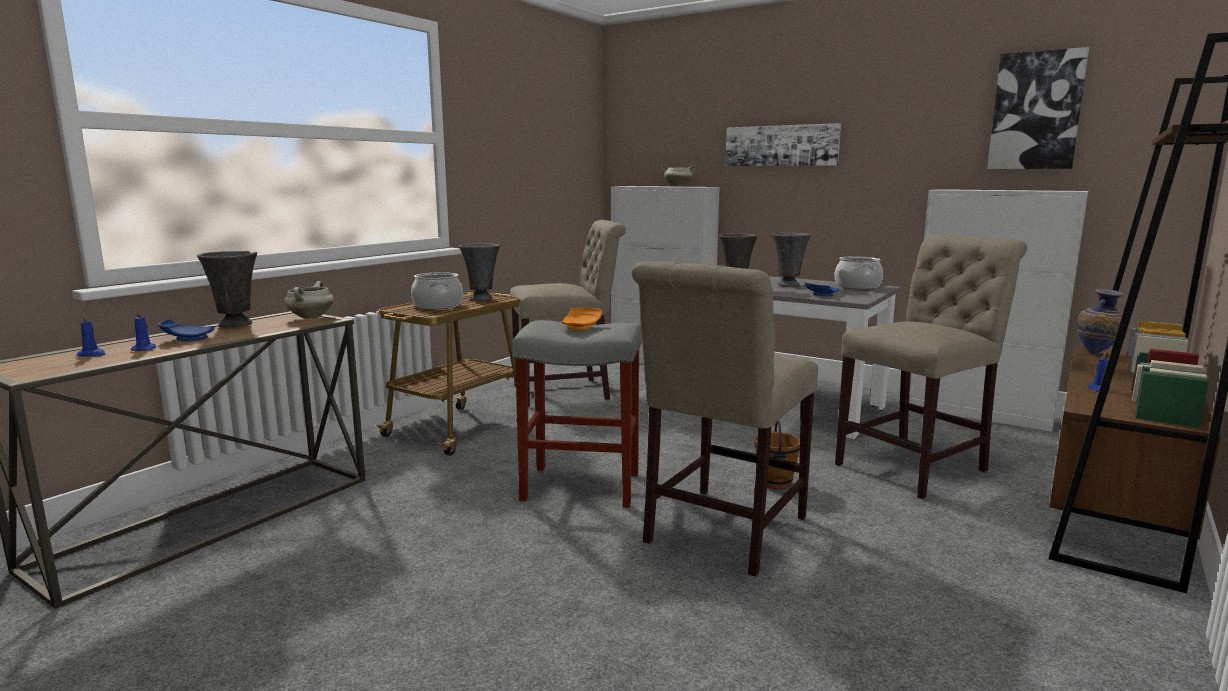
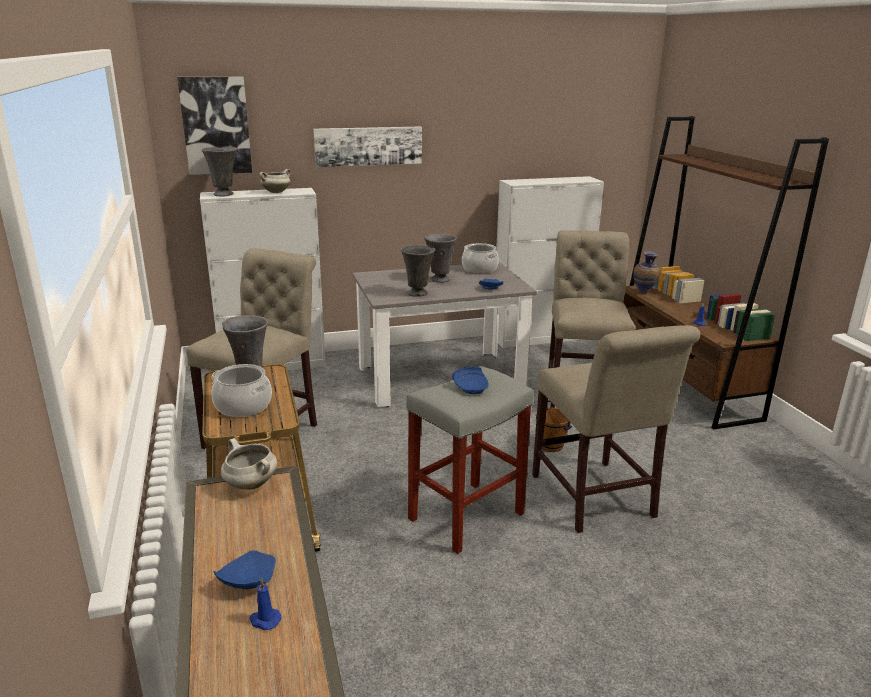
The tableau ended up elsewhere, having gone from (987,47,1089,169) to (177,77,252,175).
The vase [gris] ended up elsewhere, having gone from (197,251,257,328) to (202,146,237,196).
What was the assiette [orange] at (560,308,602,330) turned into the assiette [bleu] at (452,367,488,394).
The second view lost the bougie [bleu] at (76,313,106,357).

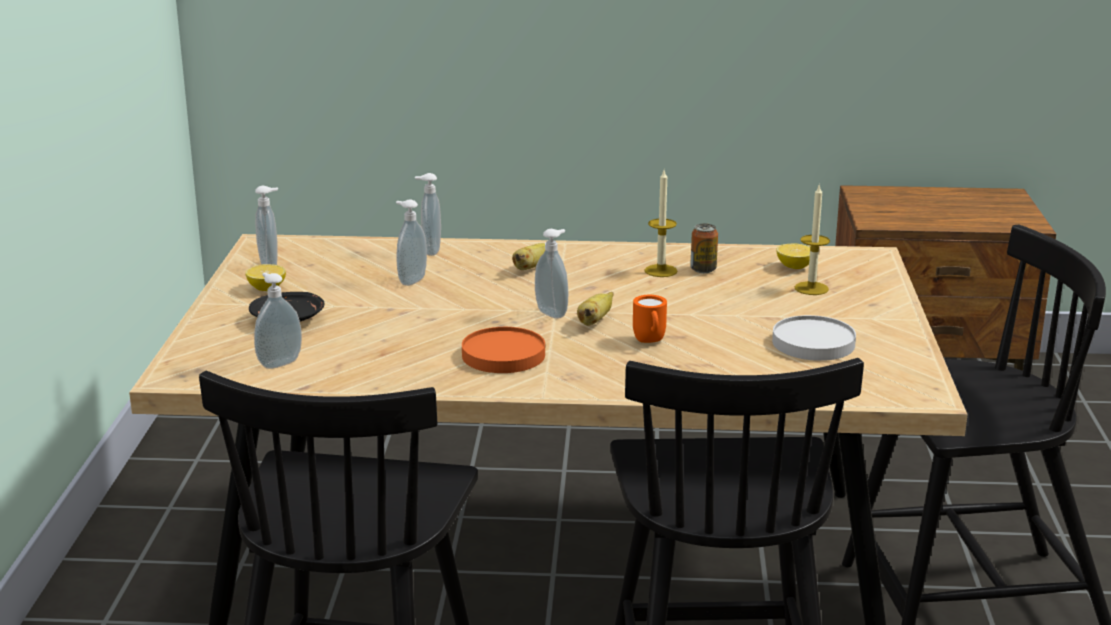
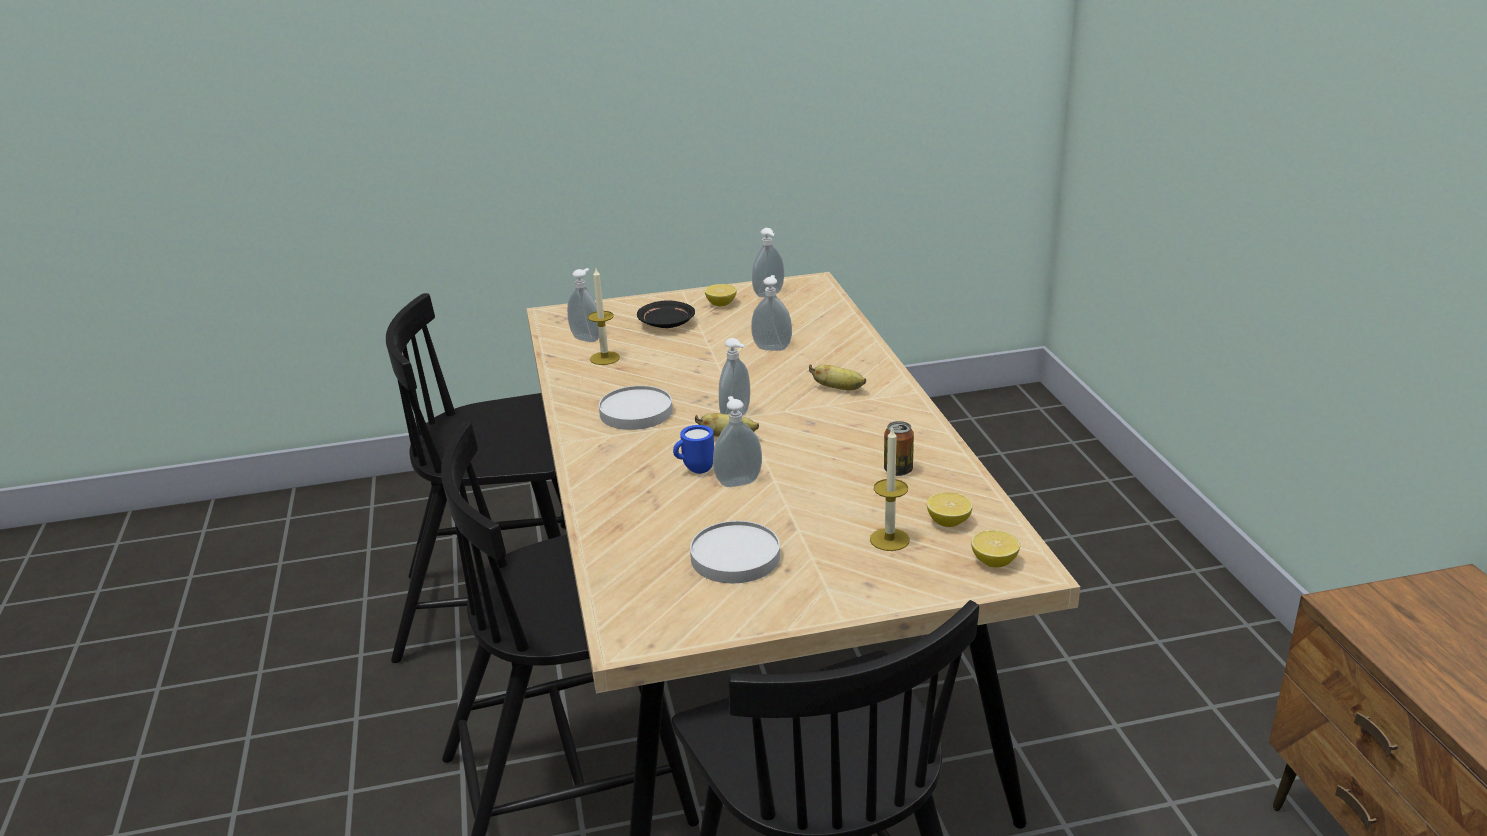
The bougie ended up elsewhere, having gone from (644,170,678,277) to (588,268,620,365).
What was the assiette [orange] at (462,327,545,373) turned into the assiette [blanc] at (599,386,673,430).
What was the mug [orange] at (633,295,667,343) turned into the mug [bleu] at (673,425,714,474).
The distributeur de savon ended up elsewhere, having gone from (415,173,441,256) to (713,396,762,487).
The second view gained the citron at (971,530,1020,568).

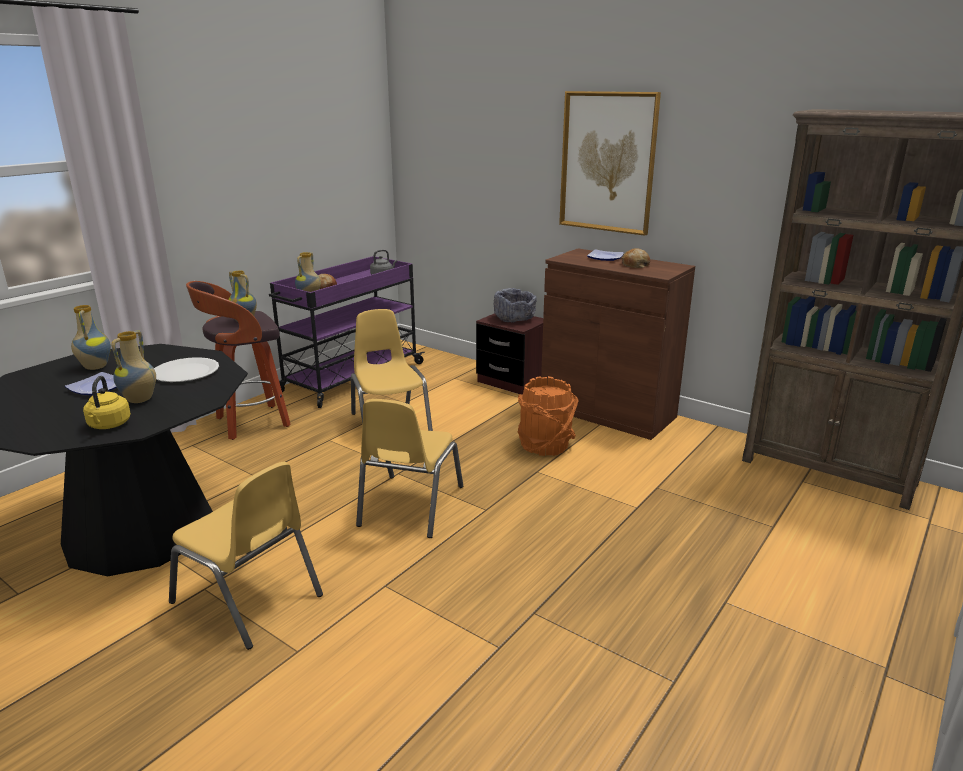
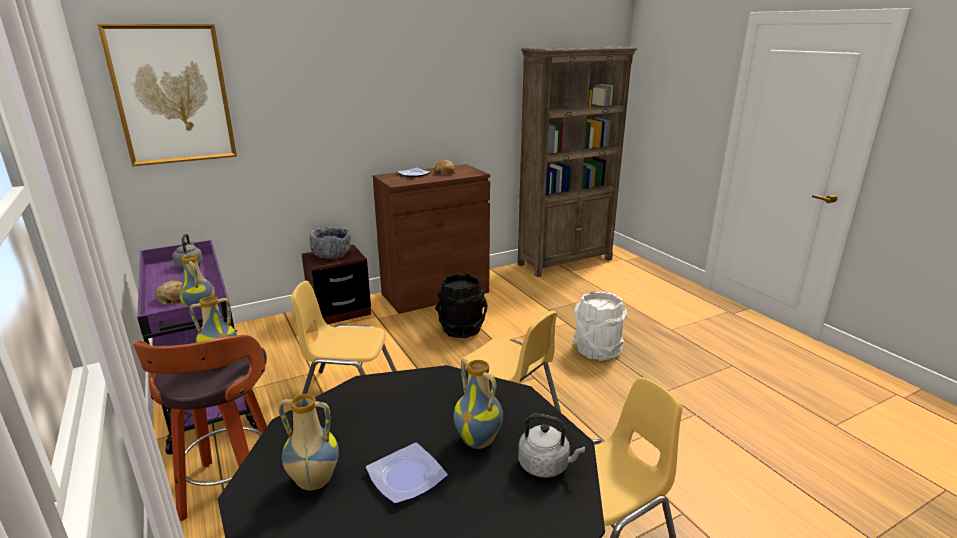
The tableau ended up elsewhere, having gone from (559,91,661,236) to (97,24,237,166).
What was the seau [orange] at (517,376,579,456) turned into the seau [noir] at (435,273,488,338).
What was the bouilloire [jaune] at (83,376,131,429) turned into the bouilloire [gris] at (518,414,585,478).
The second view gained the seau [blanc] at (573,291,627,361).
The second view lost the assiette [blanc] at (154,357,219,382).

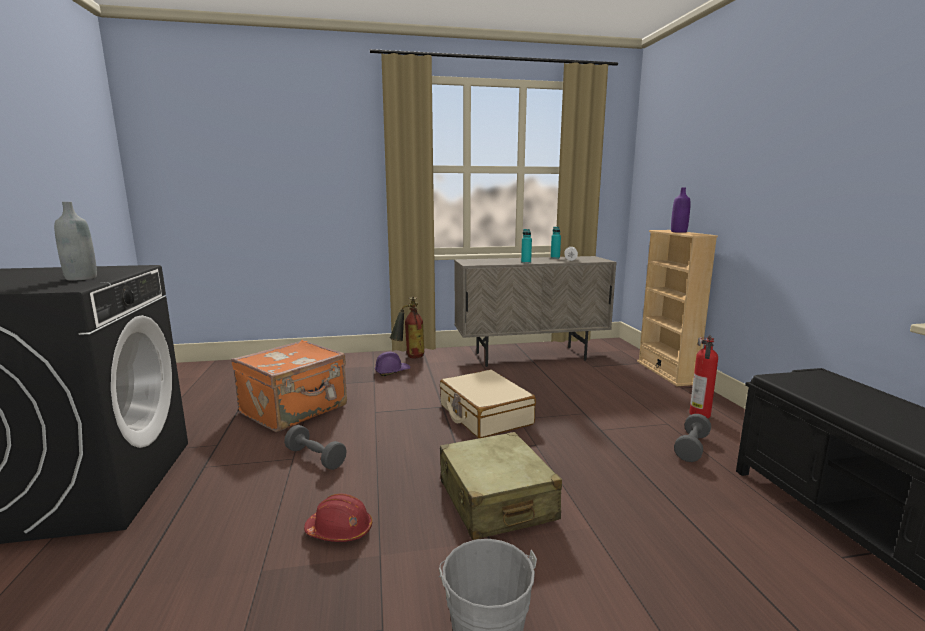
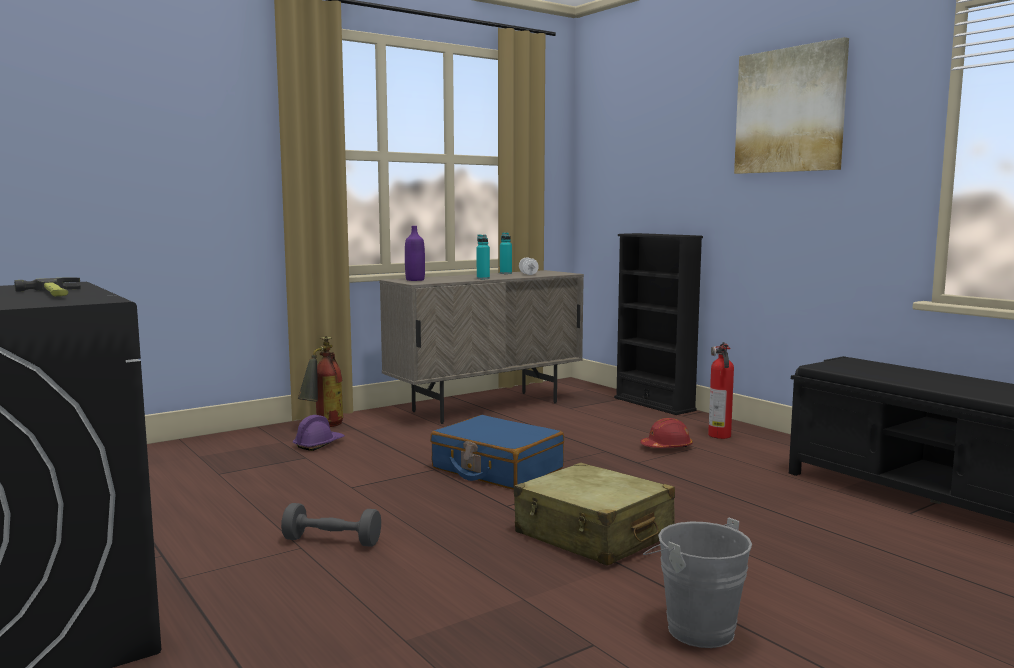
Where the bouteille [gris] stood at (54,202,97,281), the marteau came to stand at (14,277,81,296).
The bouteille [violet] ended up elsewhere, having gone from (671,187,691,233) to (405,226,425,281).
What was the valise [beige] at (440,370,536,438) turned into the valise [bleu] at (430,415,564,490).
What was the bibliothèque [beige] at (637,230,718,386) turned into the bibliothèque [noir] at (614,233,703,415).
The casque de chantier [rouge] ended up elsewhere, having gone from (304,494,372,542) to (640,418,693,448).
The second view gained the tableau at (734,37,849,174).
The second view lost the valise [orange] at (231,340,347,432).
The second view lost the haltère [gris] at (674,414,711,462).

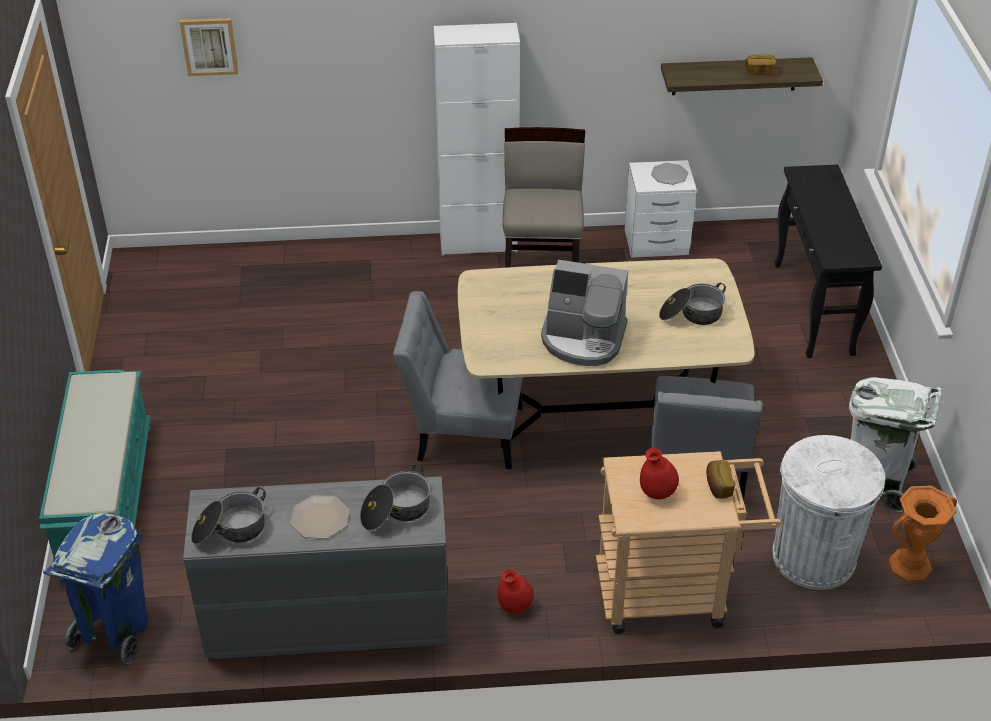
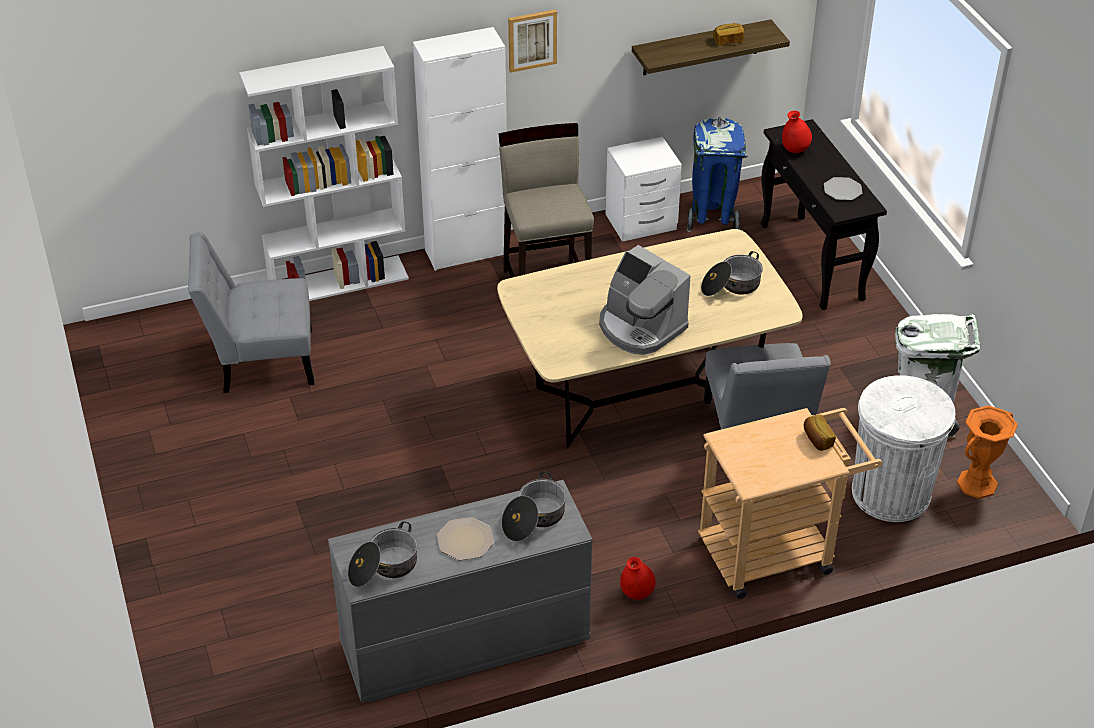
The chaise [gris] ended up elsewhere, having gone from (393,291,523,469) to (188,232,315,393).
The second view gained the bibliothèque [blanc] at (239,46,409,301).
The tableau ended up elsewhere, having gone from (180,18,238,76) to (508,9,557,72).
The machine à café at (541,260,628,366) ended up facing another way, 45 degrees clockwise from before.
The poubelle [bleu] ended up elsewhere, having gone from (43,513,149,665) to (687,117,748,232).
The vase [rouge] ended up elsewhere, having gone from (640,448,679,499) to (782,111,812,153).
The assiette ended up elsewhere, having gone from (651,163,688,185) to (824,177,862,200).
The second view lost the banc [turquoise] at (39,370,151,581).

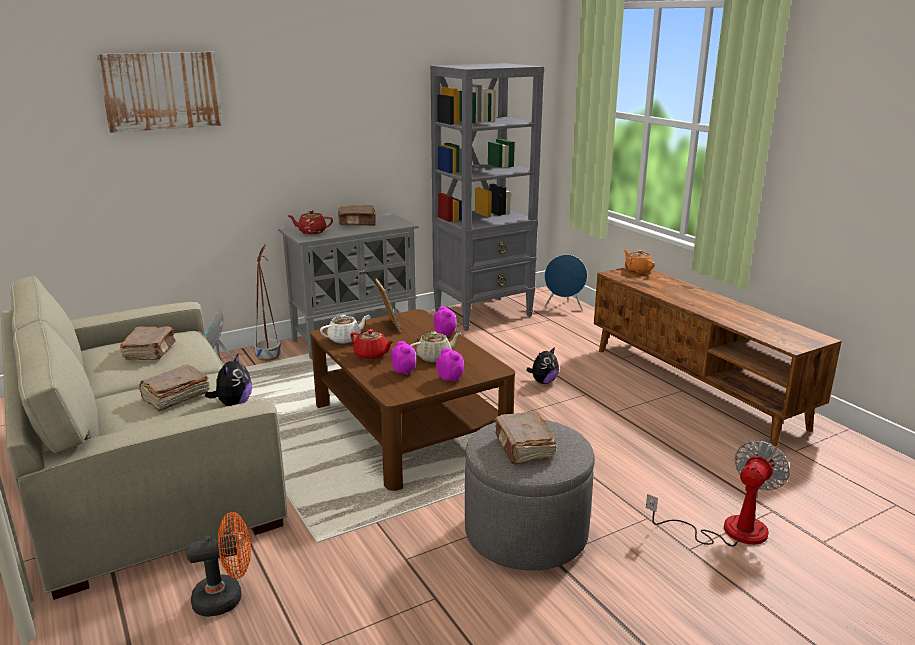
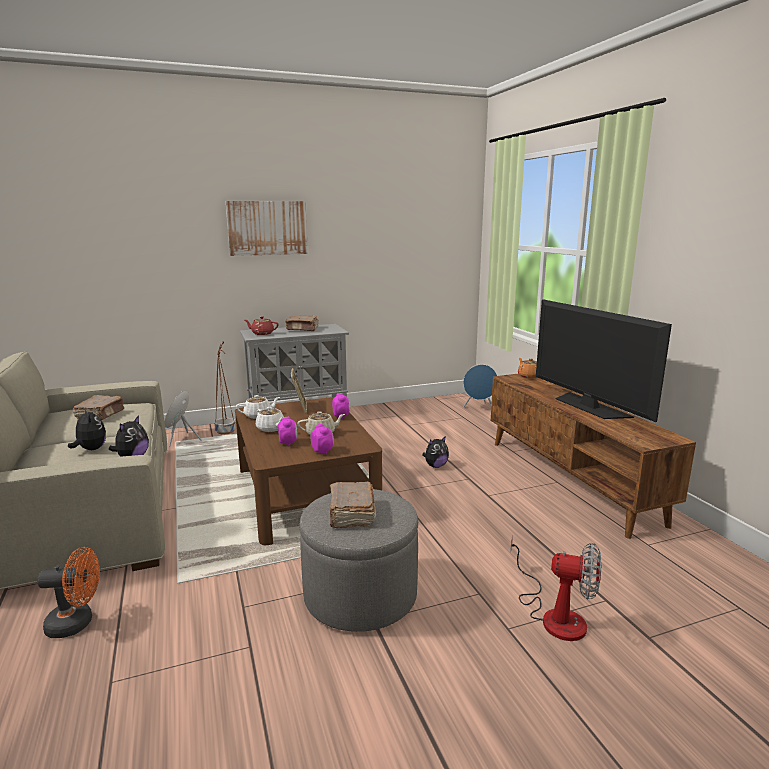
Where the livre [marron] stood at (139,365,210,412), the peluche came to stand at (68,408,106,450).
The tableau ended up elsewhere, having gone from (96,52,223,133) to (226,201,308,256).
What was the théière [rouge] at (350,329,393,360) turned into the théière [blanc] at (256,407,284,432).
The ventilateur at (646,441,790,547) ended up facing another way, 60 degrees clockwise from before.
The second view gained the téléviseur at (536,299,672,422).
The second view lost the bibliothèque [gris] at (430,63,544,331).

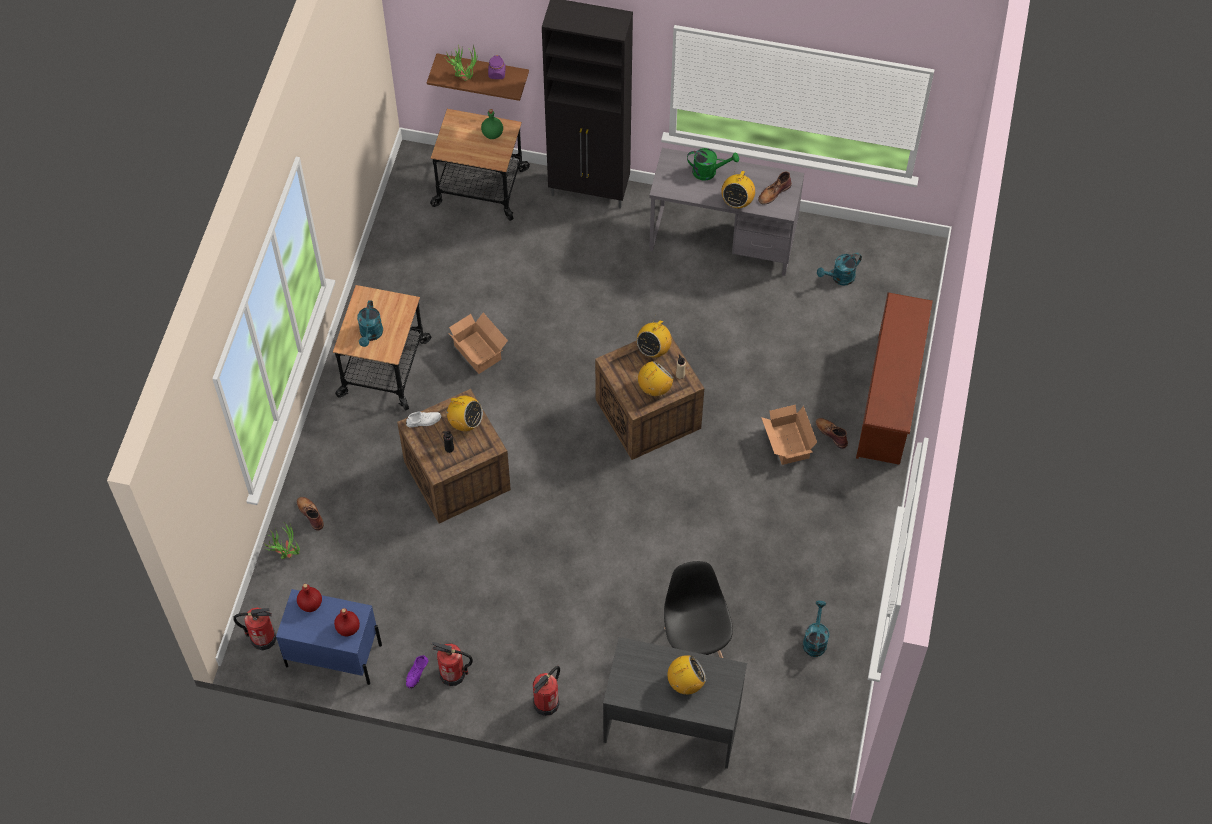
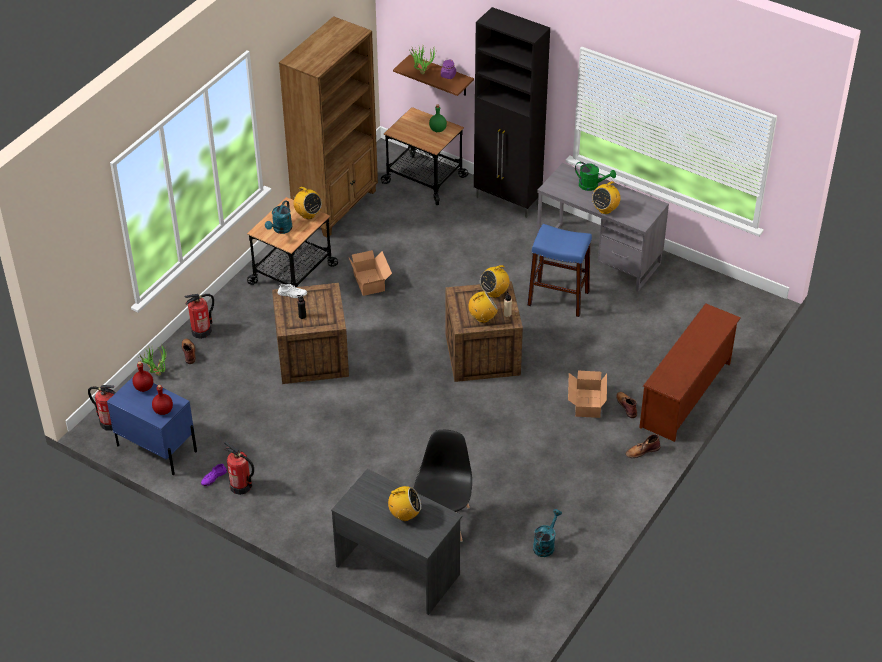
The extincteur ended up elsewhere, having gone from (533,666,560,716) to (184,294,214,339).
The second view gained the bibliothèque [marron] at (279,16,378,237).
The radio ended up elsewhere, having gone from (442,396,483,431) to (294,187,322,219).
The second view gained the tabouret [bleu] at (527,224,592,317).
The botte [marron] ended up elsewhere, having gone from (758,172,792,205) to (626,434,660,458).
The second view lost the arrosoir [turquoise] at (817,253,862,286).

